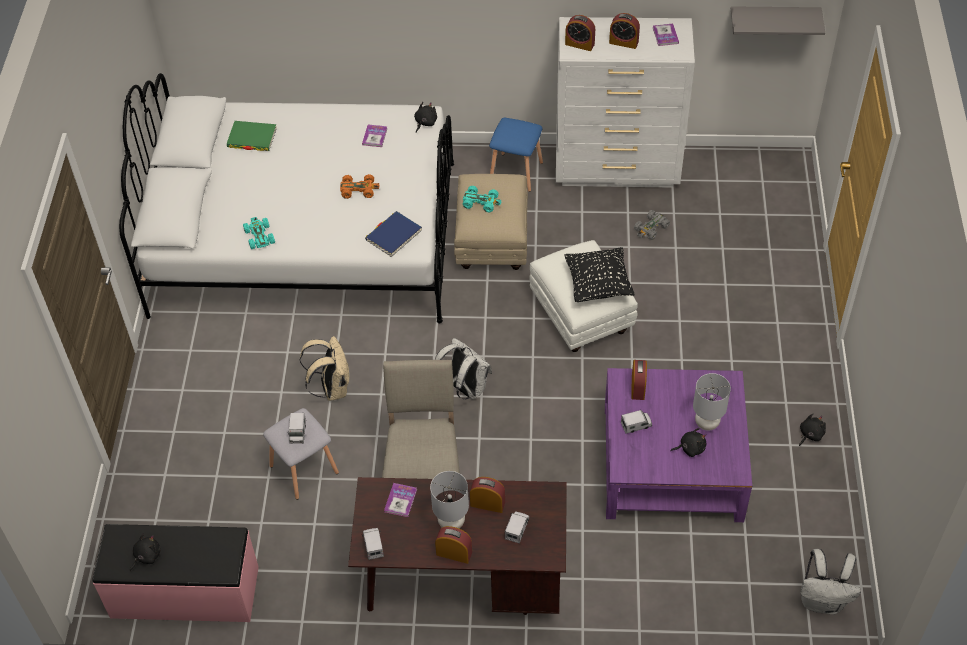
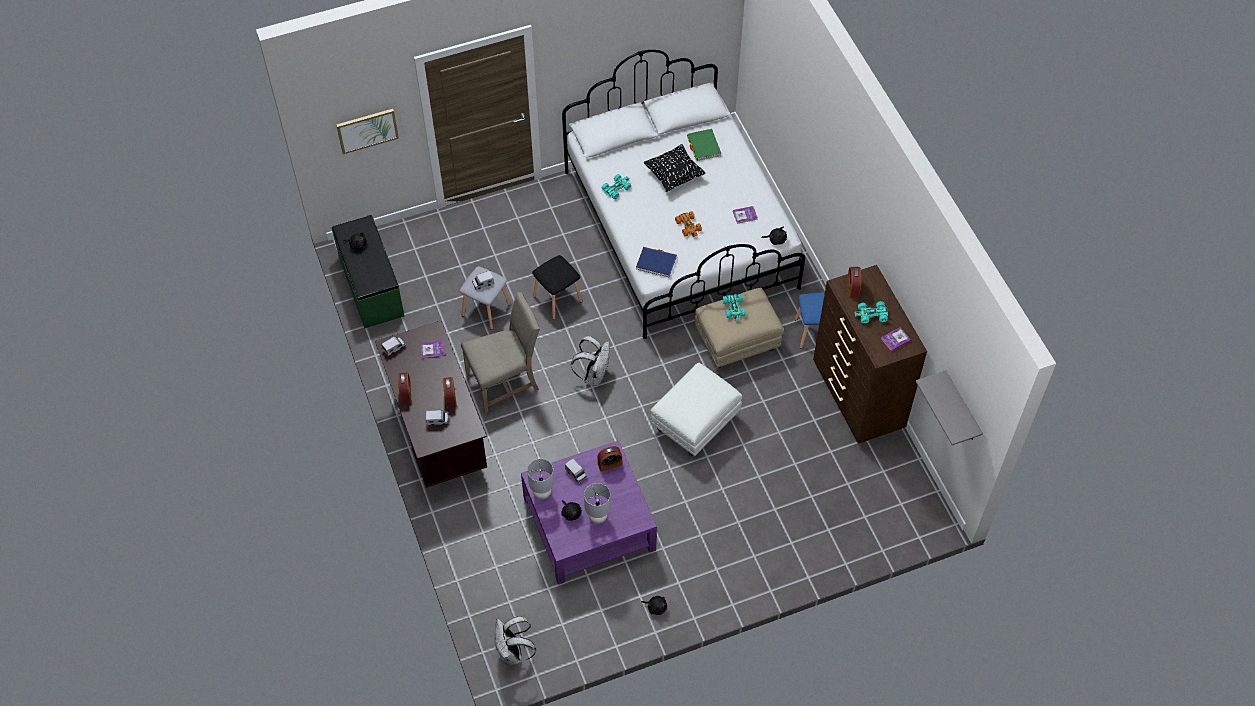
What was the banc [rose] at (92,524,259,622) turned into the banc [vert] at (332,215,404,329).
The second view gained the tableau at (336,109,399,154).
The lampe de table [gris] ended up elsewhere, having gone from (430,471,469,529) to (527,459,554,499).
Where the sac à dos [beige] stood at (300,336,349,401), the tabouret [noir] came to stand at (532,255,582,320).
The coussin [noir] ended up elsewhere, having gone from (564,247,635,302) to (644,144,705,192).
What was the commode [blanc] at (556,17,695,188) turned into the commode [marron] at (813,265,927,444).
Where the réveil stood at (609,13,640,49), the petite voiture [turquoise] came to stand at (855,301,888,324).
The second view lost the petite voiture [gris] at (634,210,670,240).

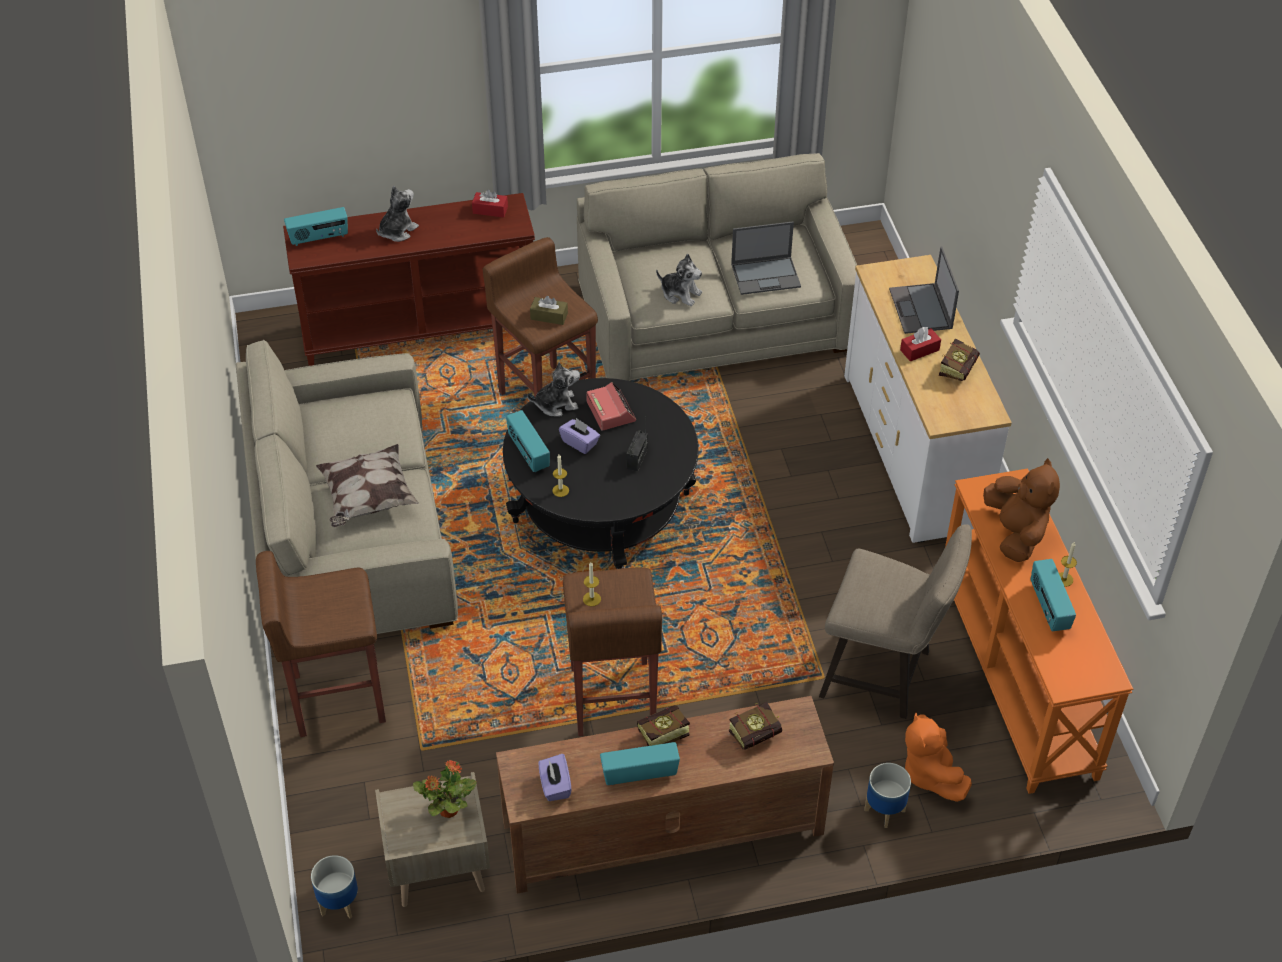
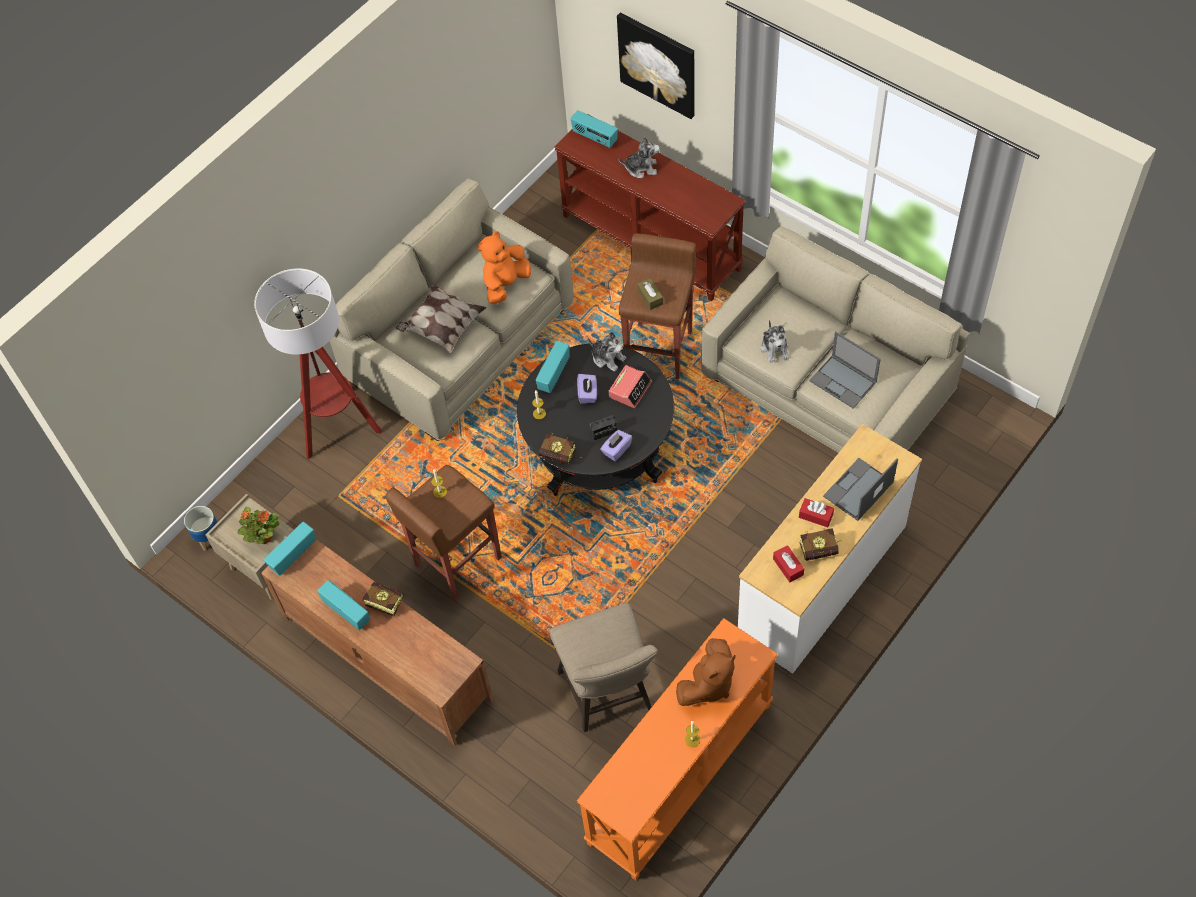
Where the tabouret [marron] stood at (256,551,386,737), the lampadaire came to stand at (254,268,382,459).
The radio ended up elsewhere, having gone from (1031,559,1076,631) to (264,522,316,575).
The peluche [orange] ended up elsewhere, having gone from (905,712,972,802) to (478,231,531,304).
The livre ended up elsewhere, having gone from (729,701,782,750) to (539,433,582,464).
The boîte à mouchoirs [violet] ended up elsewhere, having gone from (539,754,571,801) to (600,430,633,461).
The second view gained the tableau at (617,13,694,119).
The boîte à mouchoirs [rouge] ended up elsewhere, having gone from (472,189,508,217) to (773,545,804,583).
The second view lost the cache-pot at (865,763,911,828).

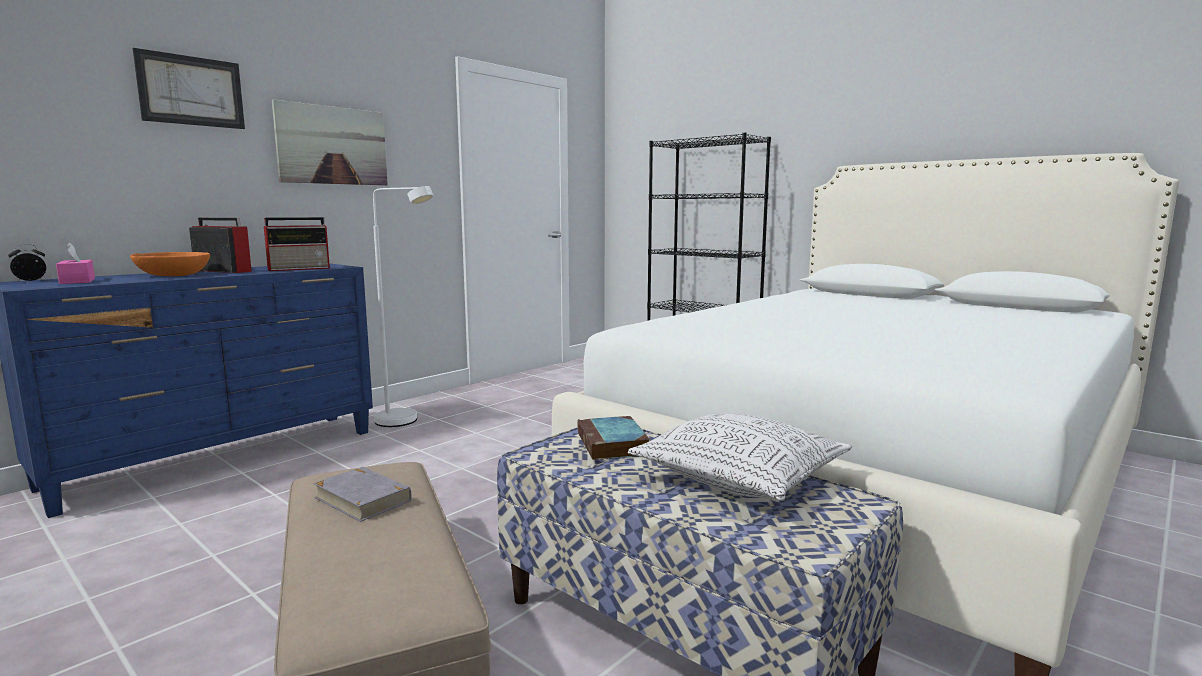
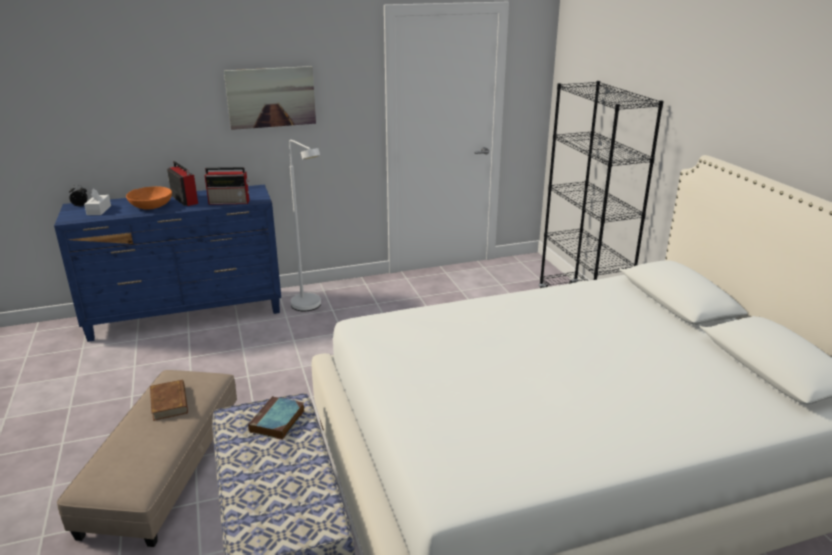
What was the boîte à mouchoirs [rose] at (56,242,95,284) turned into the boîte à mouchoirs [blanc] at (84,188,111,215).
What was the livre [gris] at (313,467,411,522) turned into the livre [marron] at (150,379,188,421).
The second view lost the tableau at (133,48,245,129).
The second view lost the coussin at (628,413,852,501).

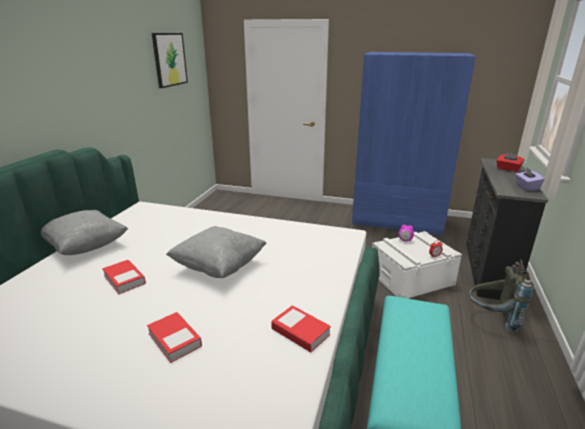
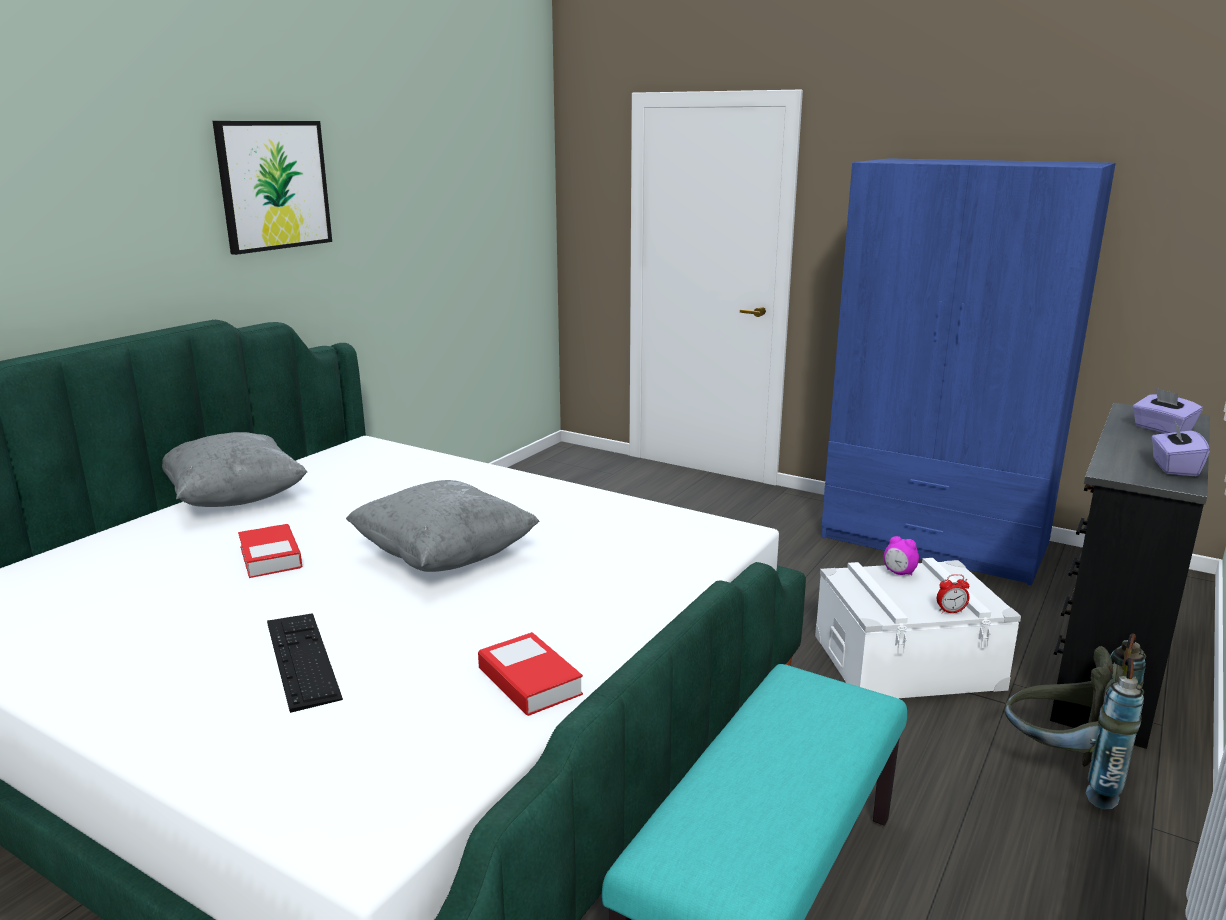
The tableau ended up elsewhere, having gone from (152,33,188,88) to (213,121,332,255).
Where the livre stood at (147,312,202,363), the clavier came to stand at (267,613,343,713).
What was the boîte à mouchoirs [rouge] at (496,152,525,172) turned into the boîte à mouchoirs [violet] at (1133,388,1203,433).

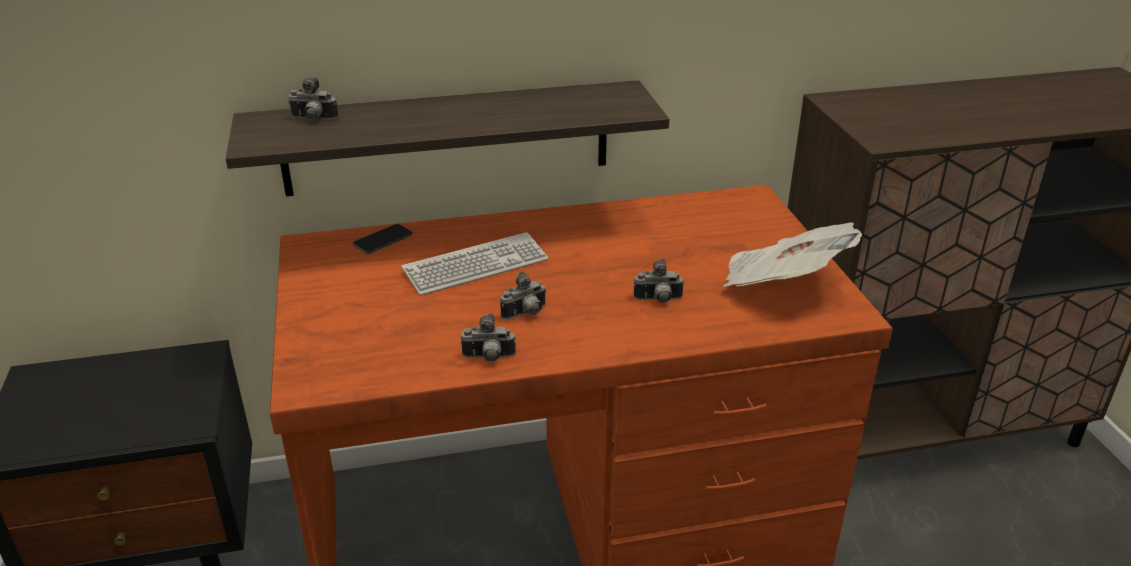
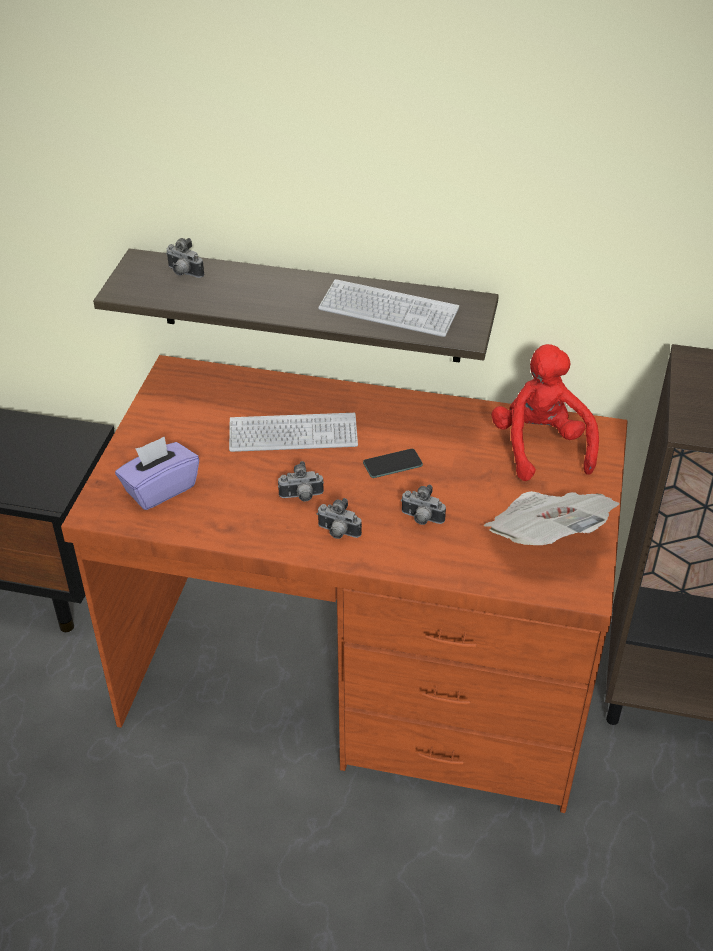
The second view gained the boîte à mouchoirs [violet] at (115,436,199,510).
The appareil photo ended up elsewhere, having gone from (460,313,516,362) to (317,498,362,539).
The second view gained the clavier at (318,279,459,337).
The téléphone ended up elsewhere, having gone from (353,224,413,254) to (363,449,423,478).
The second view gained the peluche [rouge] at (491,344,599,481).

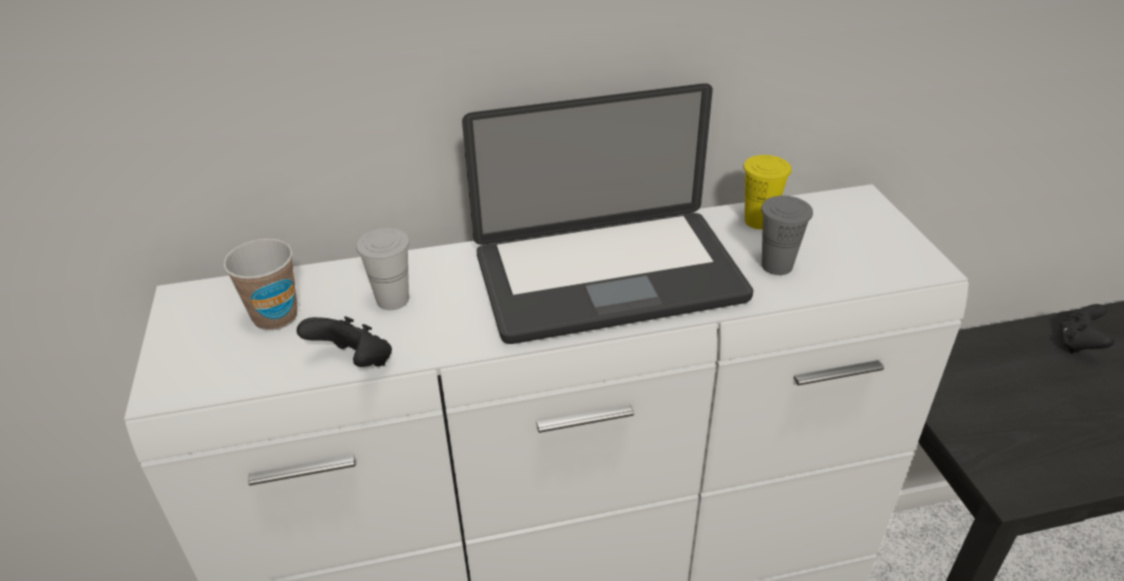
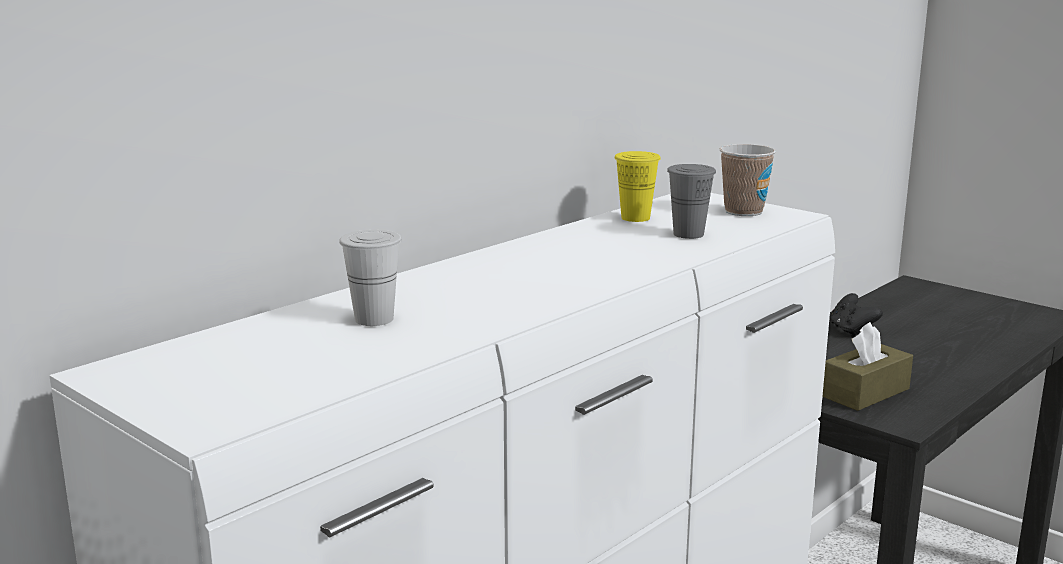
The tasse ended up elsewhere, having gone from (223,239,298,330) to (720,144,776,216).
The second view gained the boîte à mouchoirs [marron] at (822,322,913,411).
The second view lost the manette [noir] at (297,316,392,367).
The second view lost the ordinateur portable at (462,83,754,344).

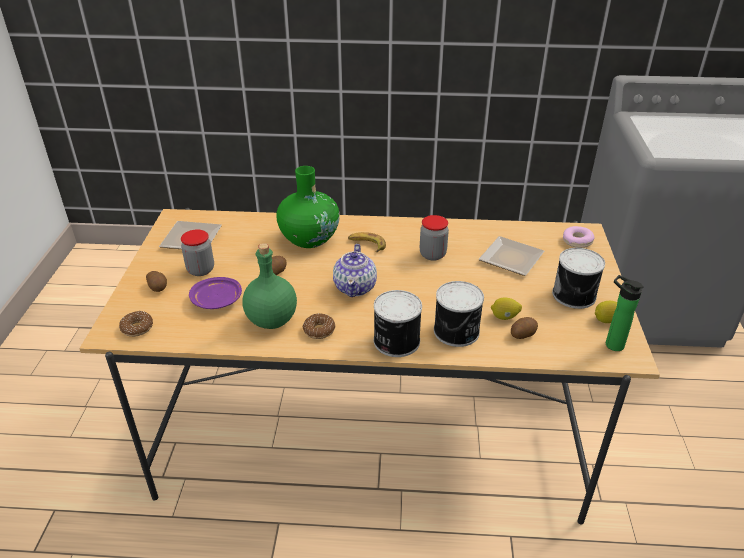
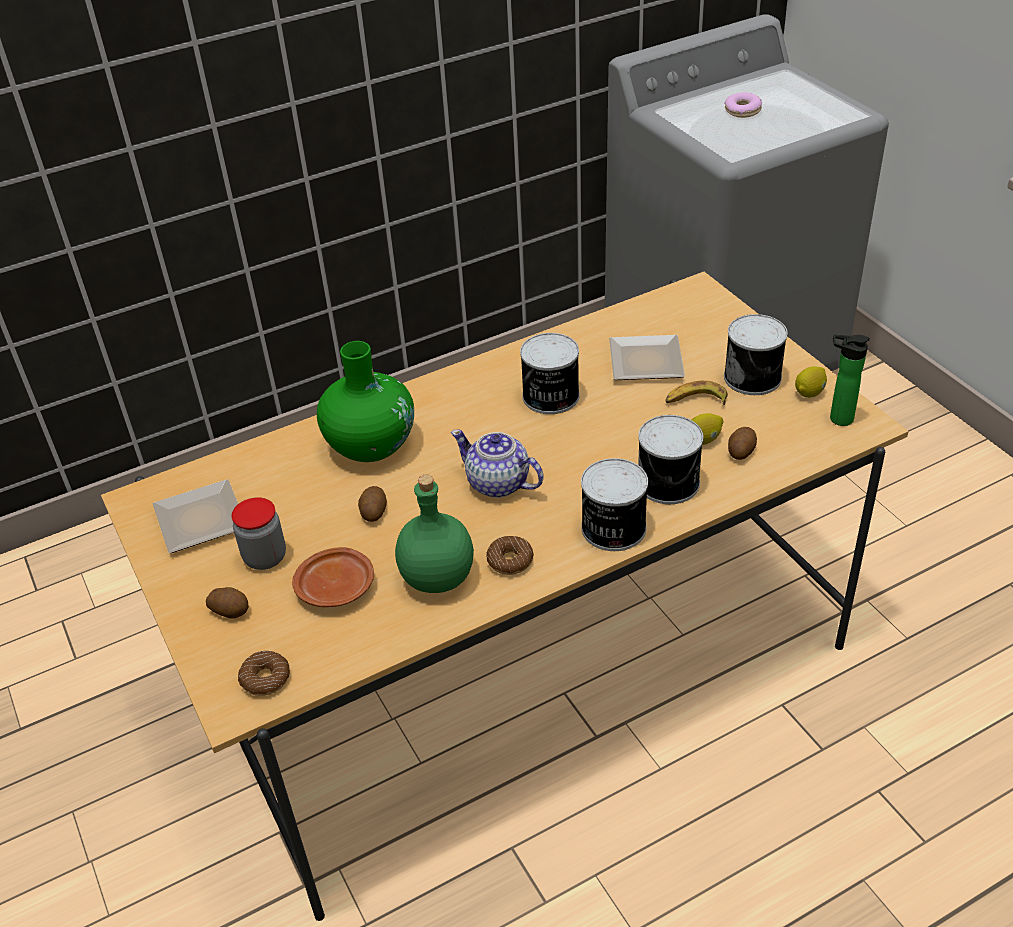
What was the assiette [violet] at (189,277,242,309) turned into the assiette [marron] at (292,547,374,607).
The théière at (333,244,377,297) ended up facing another way, 150 degrees clockwise from before.
Where the bocal stood at (420,215,449,261), the boîte métallique came to stand at (520,333,580,414).
The banane ended up elsewhere, having gone from (348,232,386,252) to (666,381,728,405).
The beignet ended up elsewhere, having gone from (563,226,594,248) to (724,92,762,118).

